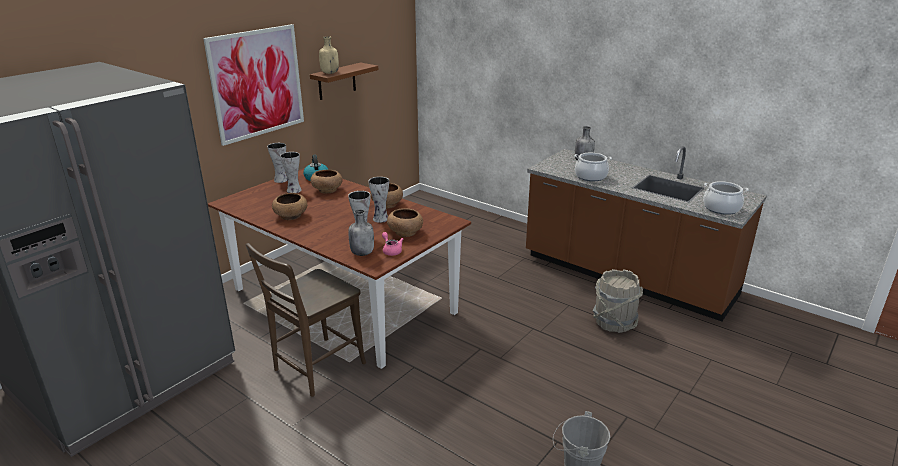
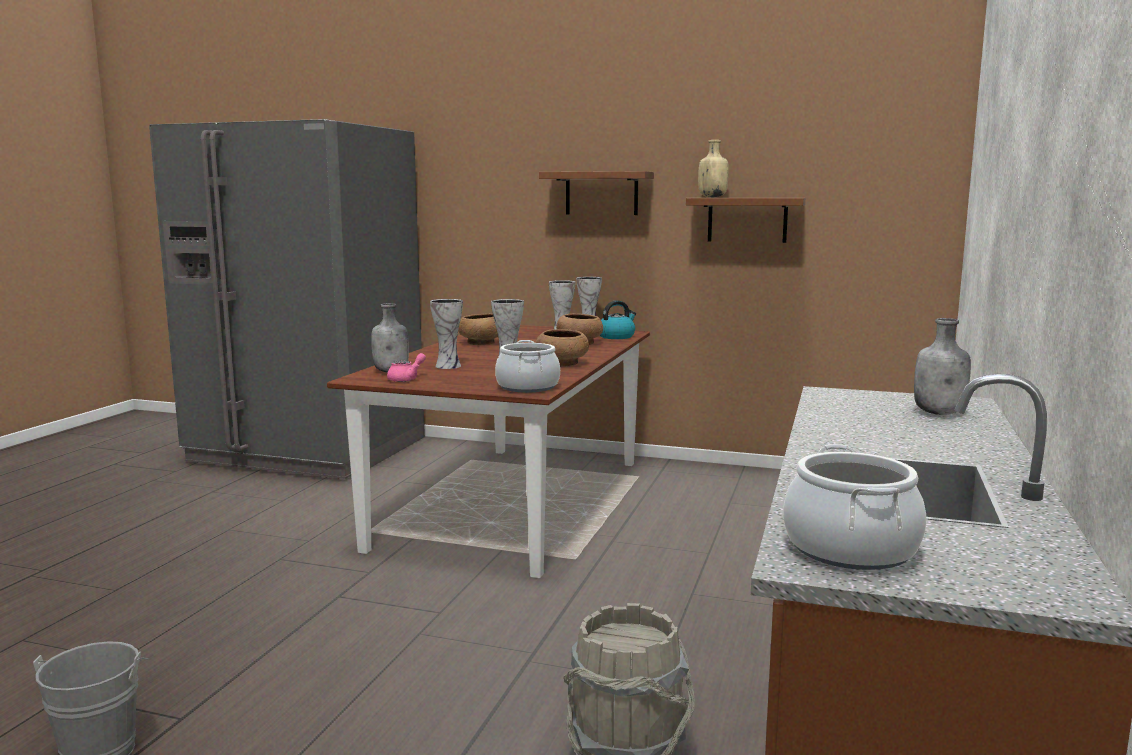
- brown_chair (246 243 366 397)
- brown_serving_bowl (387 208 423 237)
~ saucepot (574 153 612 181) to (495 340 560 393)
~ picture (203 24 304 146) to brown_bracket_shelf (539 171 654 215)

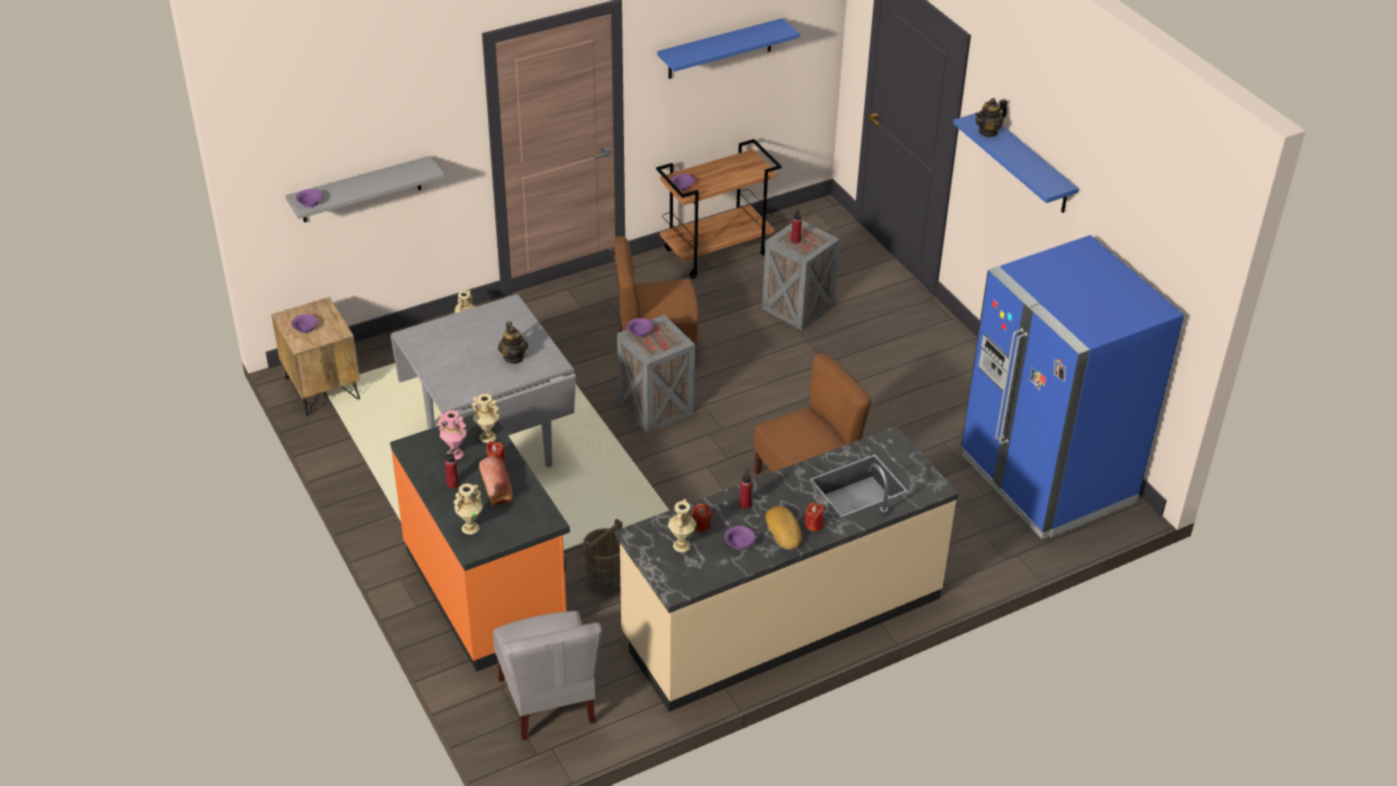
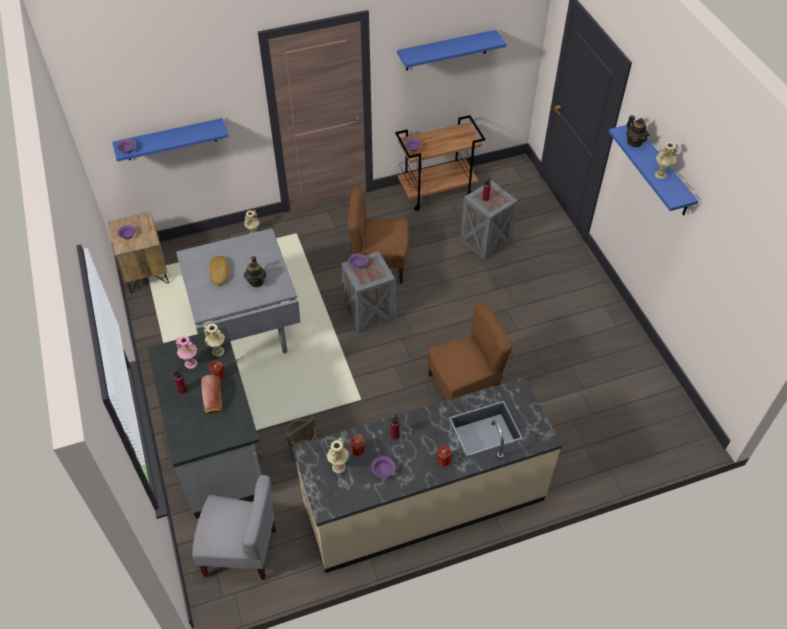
- blue-coloured_fridge (961 235 1184 539)
~ sand-coloured_flower_vase (454 483 483 534) to (655 142 678 179)
~ baked_bread (765 506 802 550) to (210 256 230 285)
~ grey_bracket_shelf (285 156 445 222) to blue-coloured_bracket_shelf (112 118 229 162)
~ orange-coloured_kitchen_base_unit (390 415 570 672) to grey_kitchen_base_unit (148 327 262 519)
~ grey_chair (493 611 602 740) = (192 475 276 580) 75 degrees counterclockwise
~ teapot (975 98 1007 137) = (626 115 650 147) 90 degrees counterclockwise

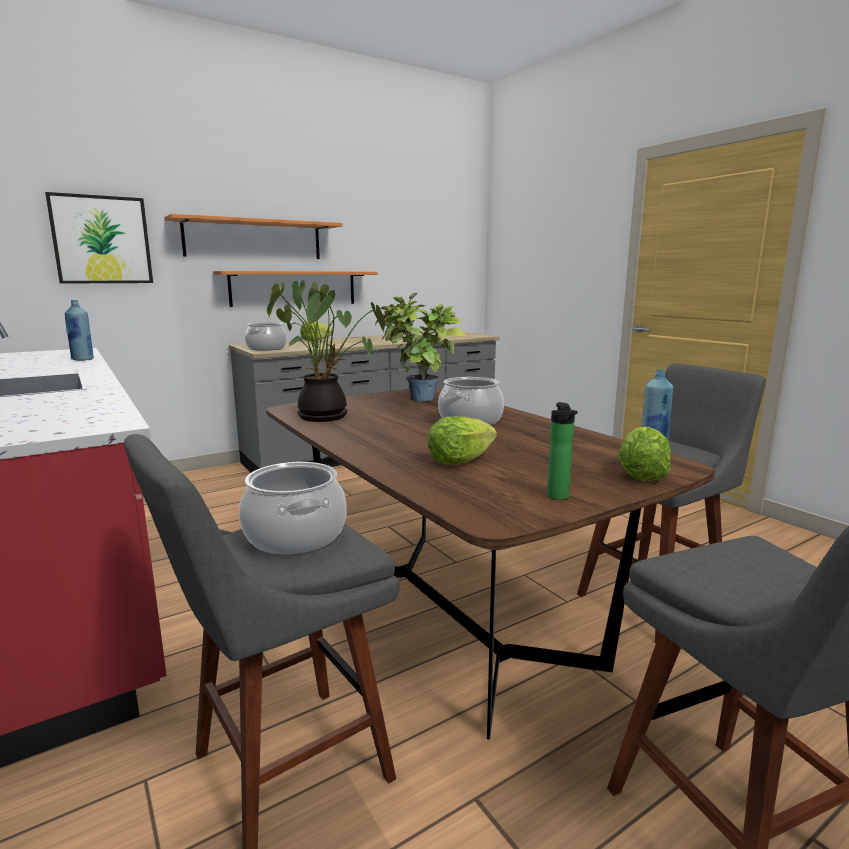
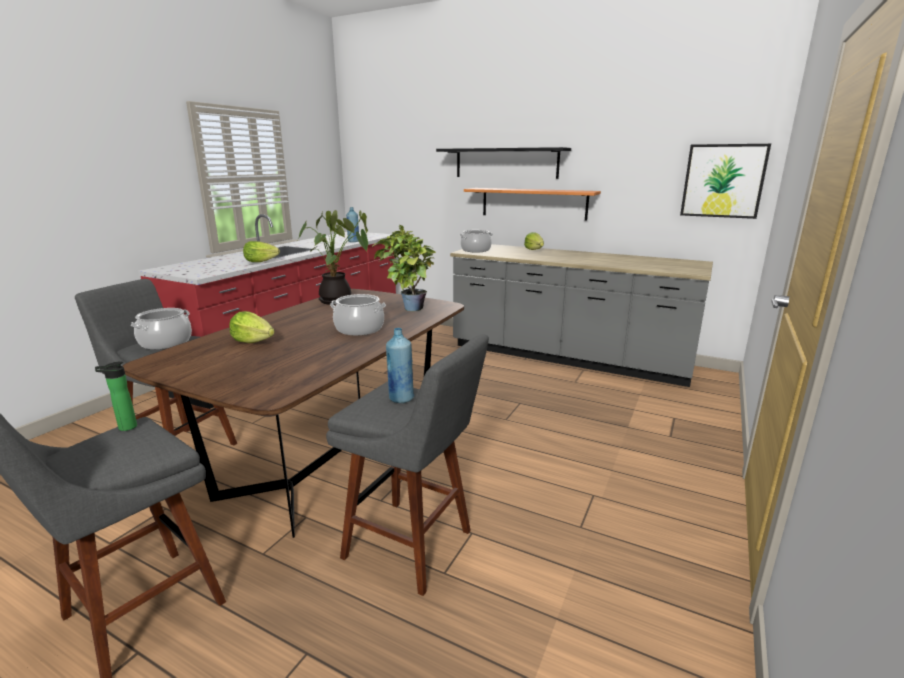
~ picture (45 192 153 284) to (680 144 771 219)
~ drink_bottle (547 402 578 500) to (95 362 137 431)
~ head_of_lettuce (618 427 671 481) to (243 241 280 262)
~ orange-coloured_bracket_shelf (164 214 343 259) to black_bracket_shelf (436 147 571 179)

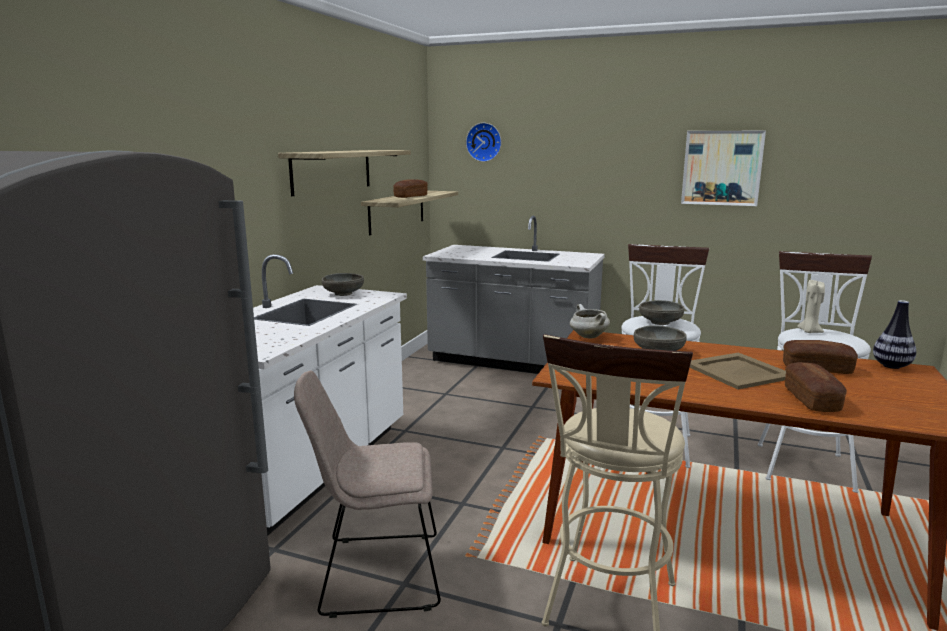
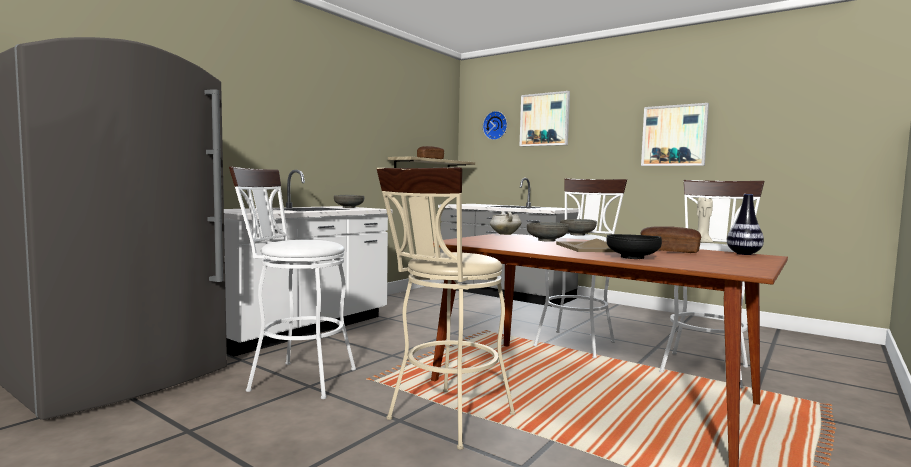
- bracket_shelf (278 150 411 196)
+ picture (520 91 570 147)
~ sand-coloured_chair (294 371 441 618) to whitish_stool (229 166 356 399)
~ baked_bread (785 362 847 412) to black_serving_bowl (607 234 662 259)

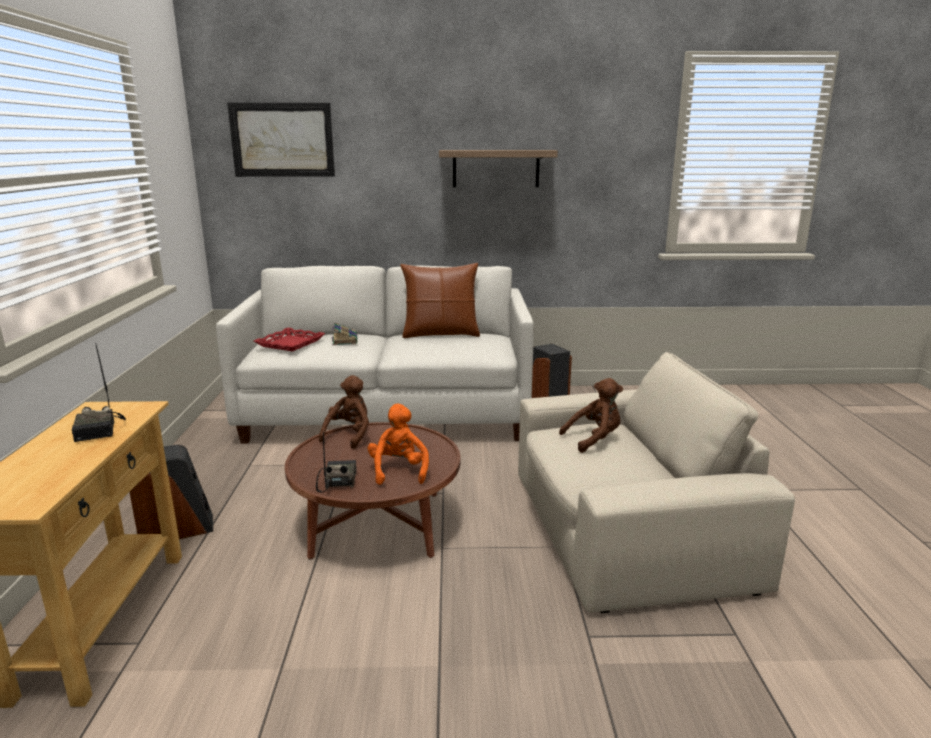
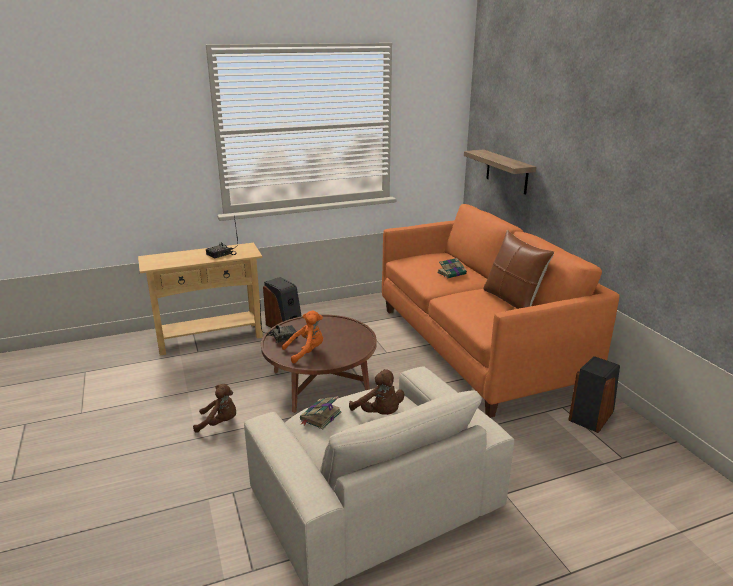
- picture (227 103 335 177)
- reddish_tray (254 328 325 352)
+ bound_book (300 396 341 430)
~ brown_soft_toy (319 375 369 449) to (193 384 236 433)
~ bracket_shelf (439 150 558 187) to (464 150 536 194)
~ whitish_sofa (216 266 534 443) to orange-coloured_sofa (382 204 620 418)

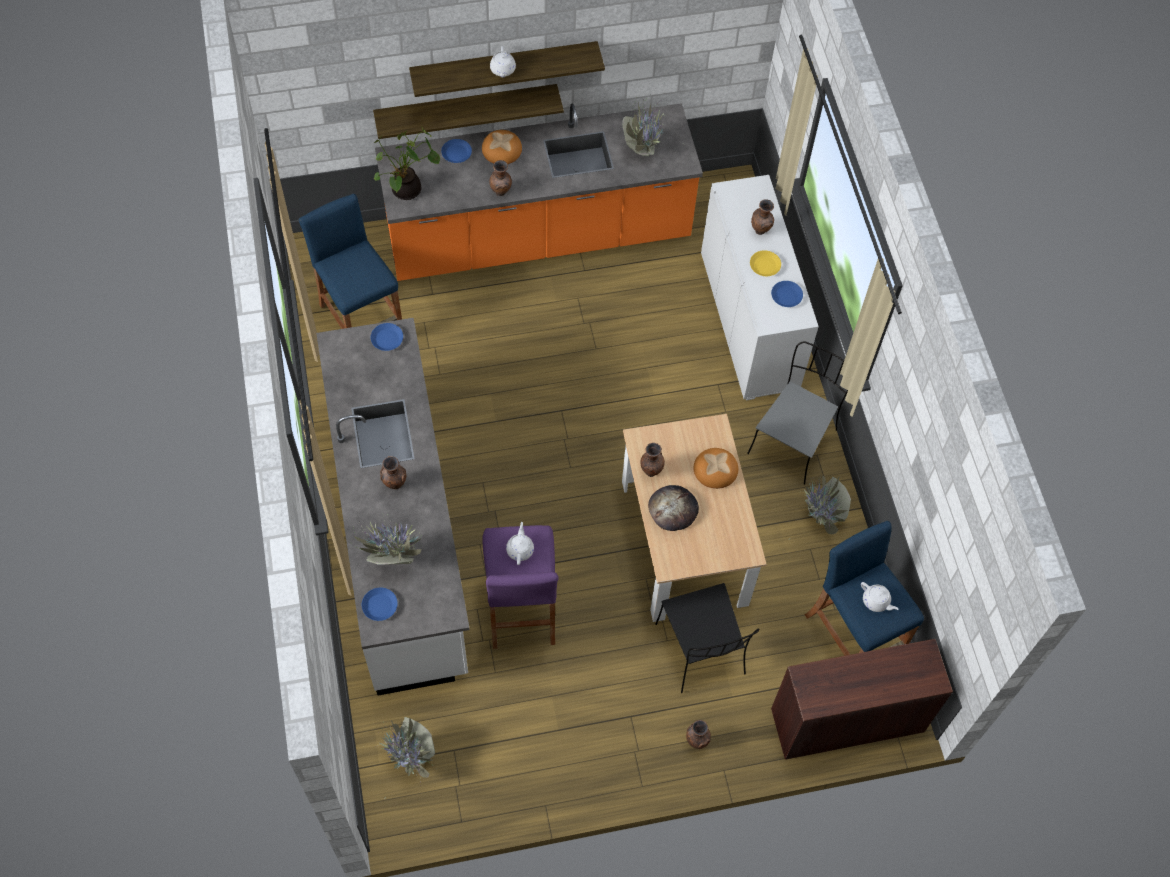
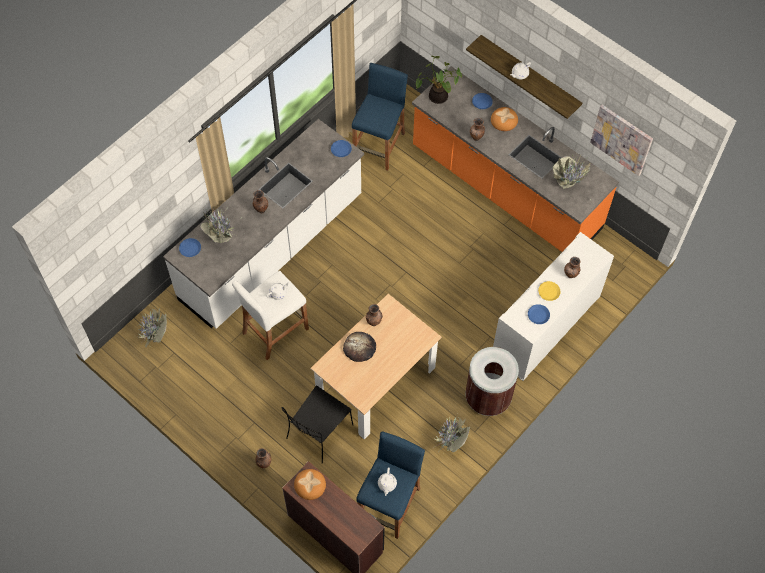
- bracket_shelf (373 84 564 139)
+ picture (590 105 653 176)
~ baked_bread (694 448 738 489) to (294 469 326 500)
~ grey_chair (747 341 848 485) to brown_rubbish_bin (465 347 519 416)
~ purplish_stool (483 525 559 649) to whitish_stool (232 271 309 360)

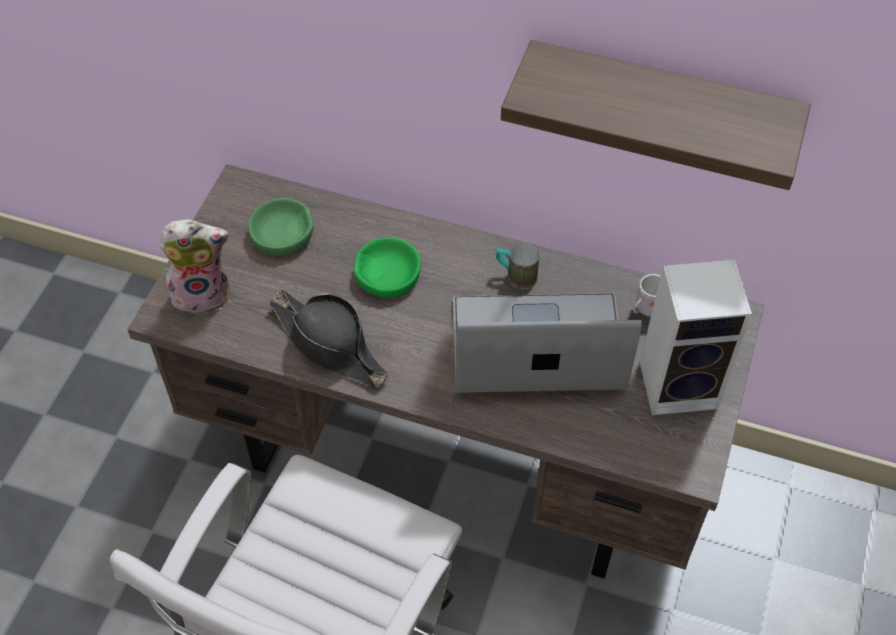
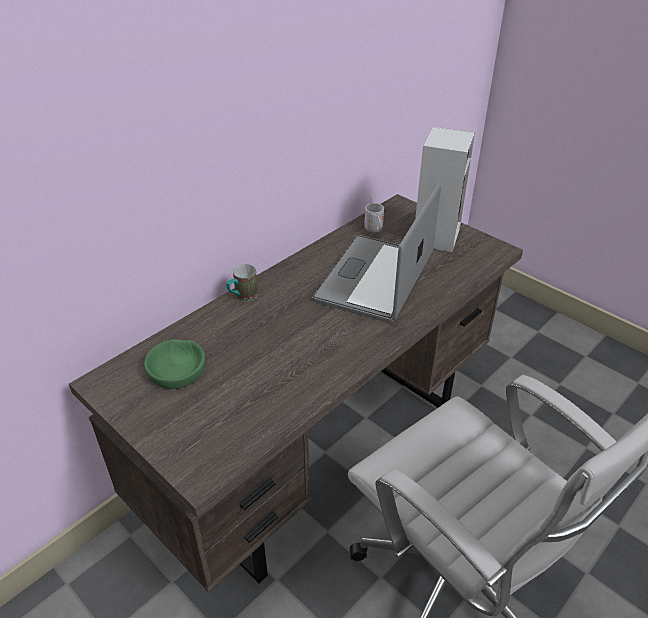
- soft_toy (159 219 230 316)
- black_clothing_hat (269 289 388 387)
- green-coloured_serving_bowl (354 237 421 298)
- bracket_shelf (501 40 811 190)
~ mug (496 243 539 289) to (226 264 258 301)

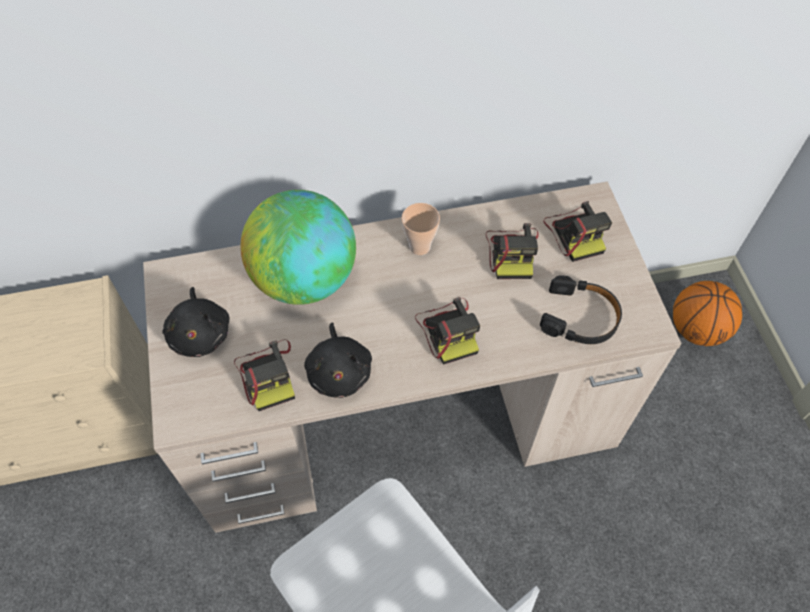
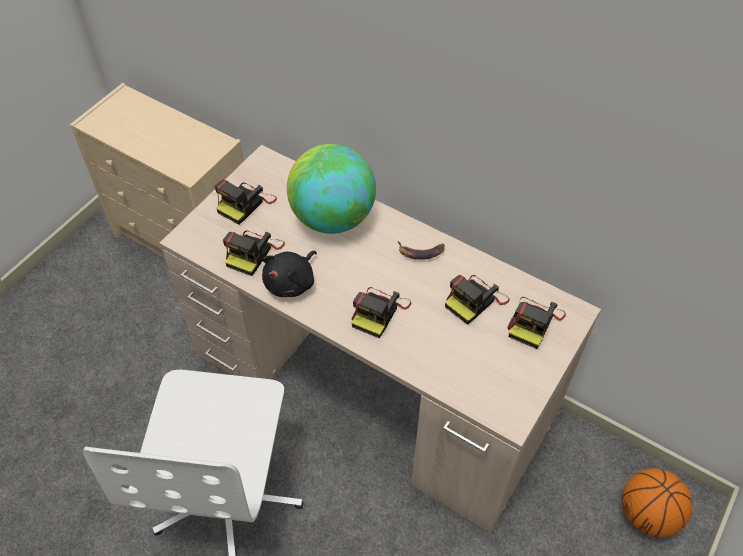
- black_headset (540 275 622 344)
~ black_soft_toy (162 287 230 357) to still_camera (214 180 277 225)
~ drinking_cup (402 203 440 255) to banana (398 241 445 260)

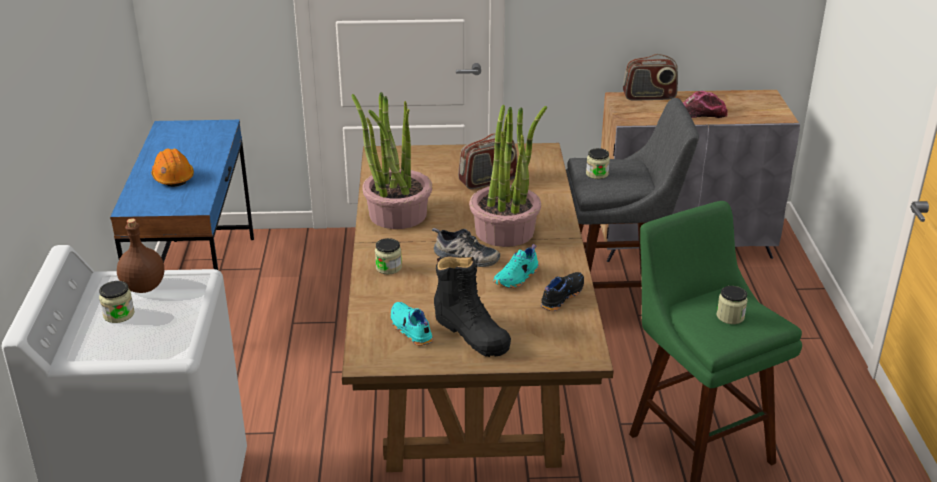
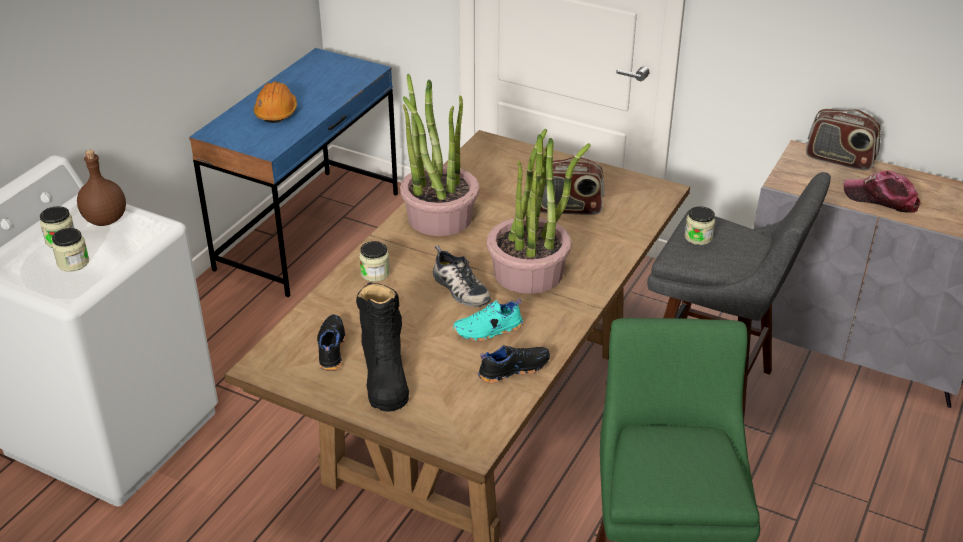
~ jar (716 286 748 324) to (52 228 89 272)
~ turquoise-coloured_item_of_footwear (391 302 433 346) to black_item_of_footwear (317 315 345 371)

